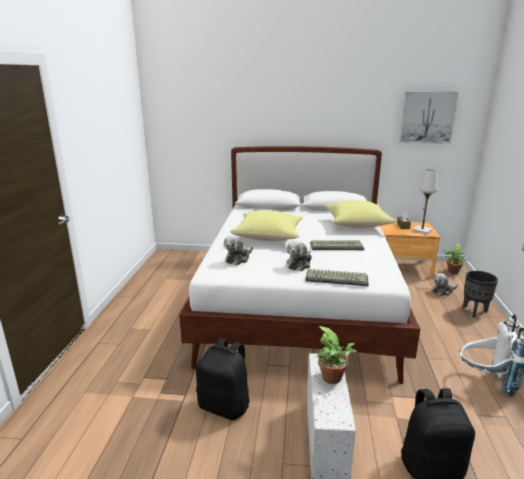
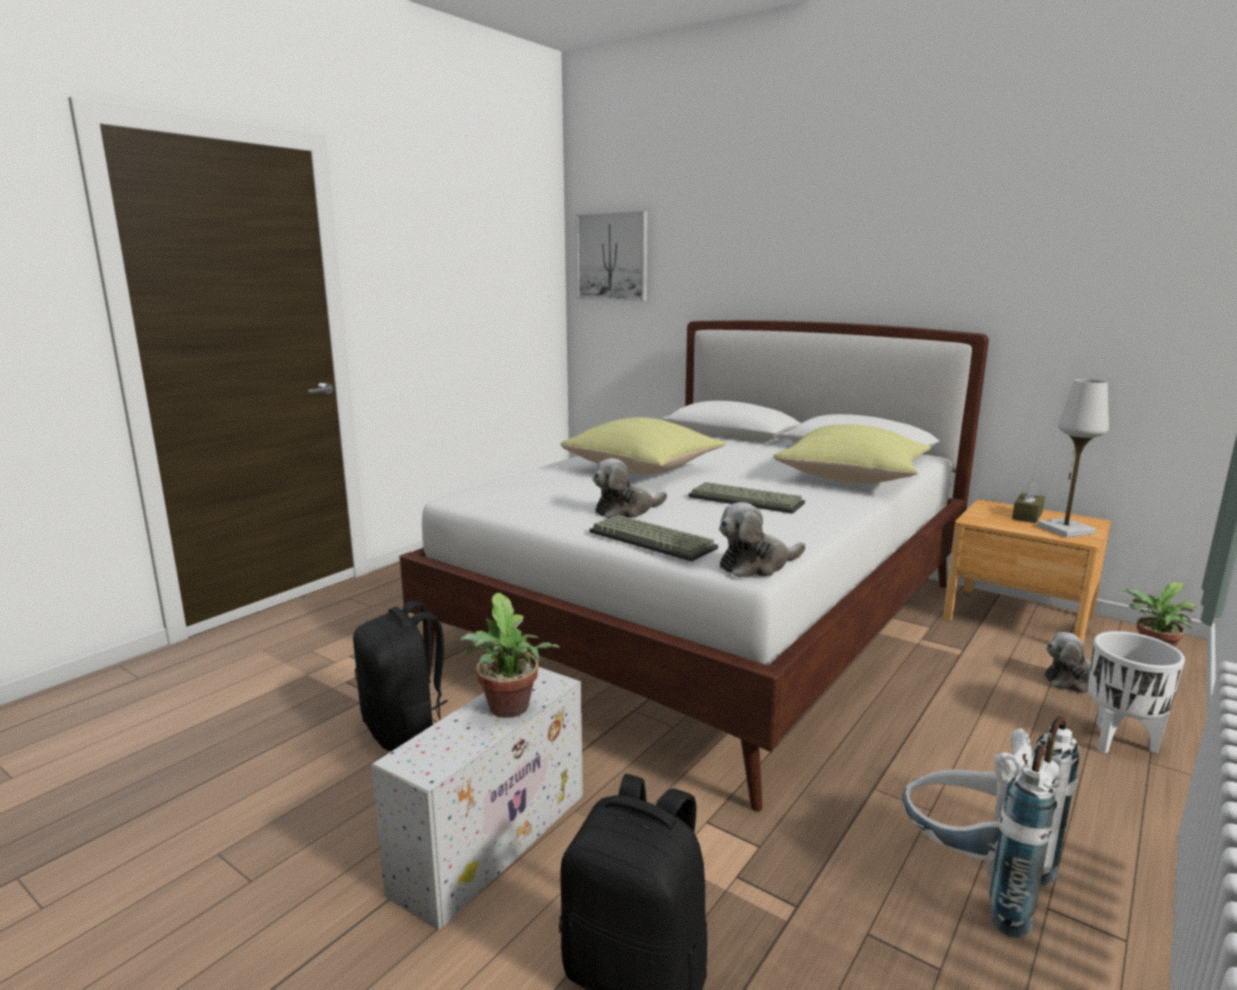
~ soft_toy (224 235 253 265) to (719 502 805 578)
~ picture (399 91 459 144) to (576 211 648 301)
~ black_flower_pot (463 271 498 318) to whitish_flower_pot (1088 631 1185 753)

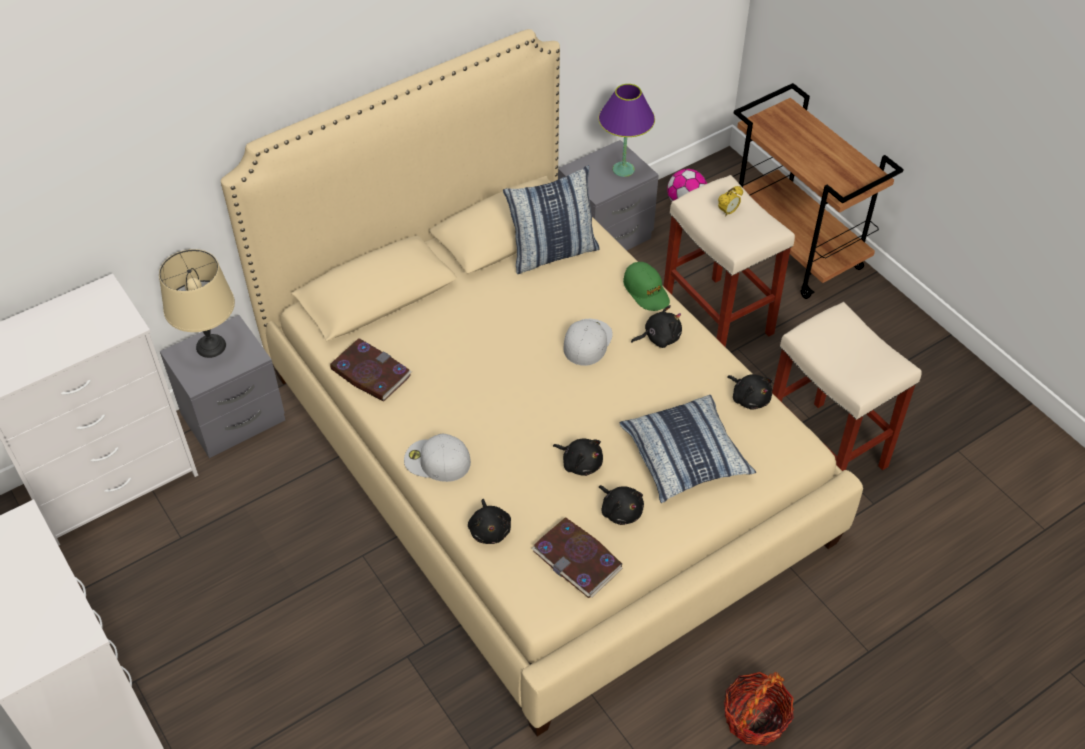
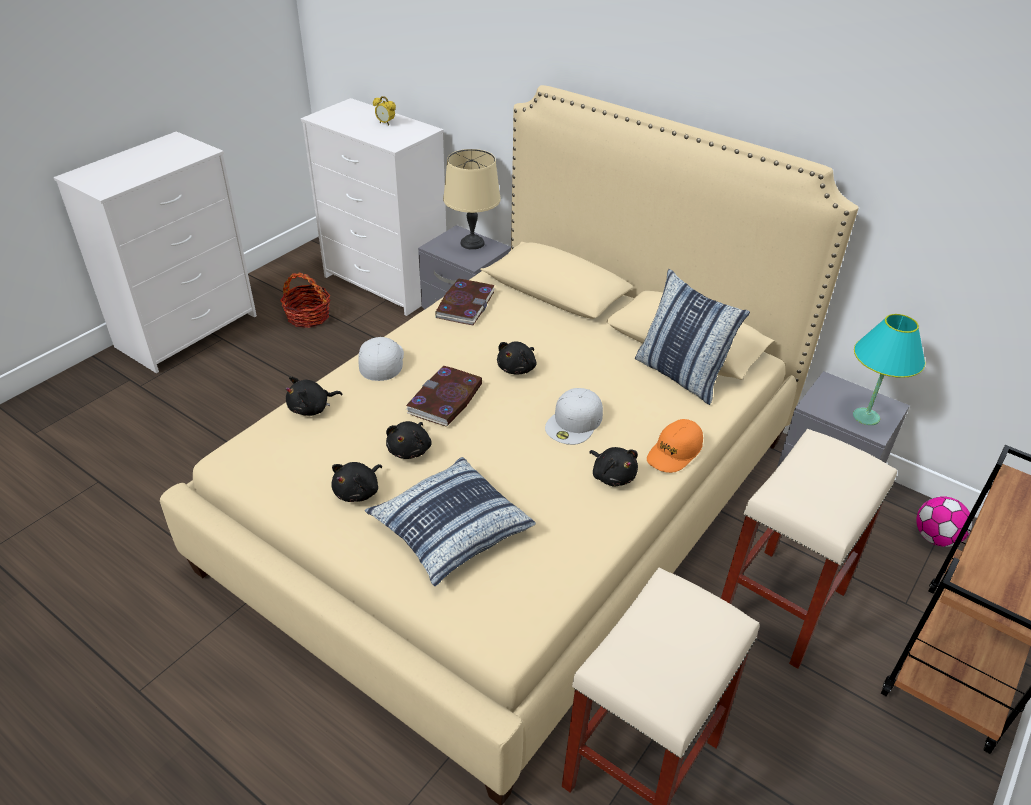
~ bound_book (531 517 623 598) to (406 366 482 427)
~ alarm_clock (718 186 743 217) to (373 96 396 125)
~ basket (724 672 794 746) to (280 272 331 328)
~ black_soft_toy (728 374 772 410) to (497 342 537 374)
~ purplish_table_lamp (598 84 655 177) to turquoise-coloured_table_lamp (853 314 926 425)
~ green-coloured_cap (623 262 670 311) to orange-coloured_cap (647 419 703 473)
~ whitish_cap (564 319 613 366) = (545 388 603 445) 120 degrees clockwise

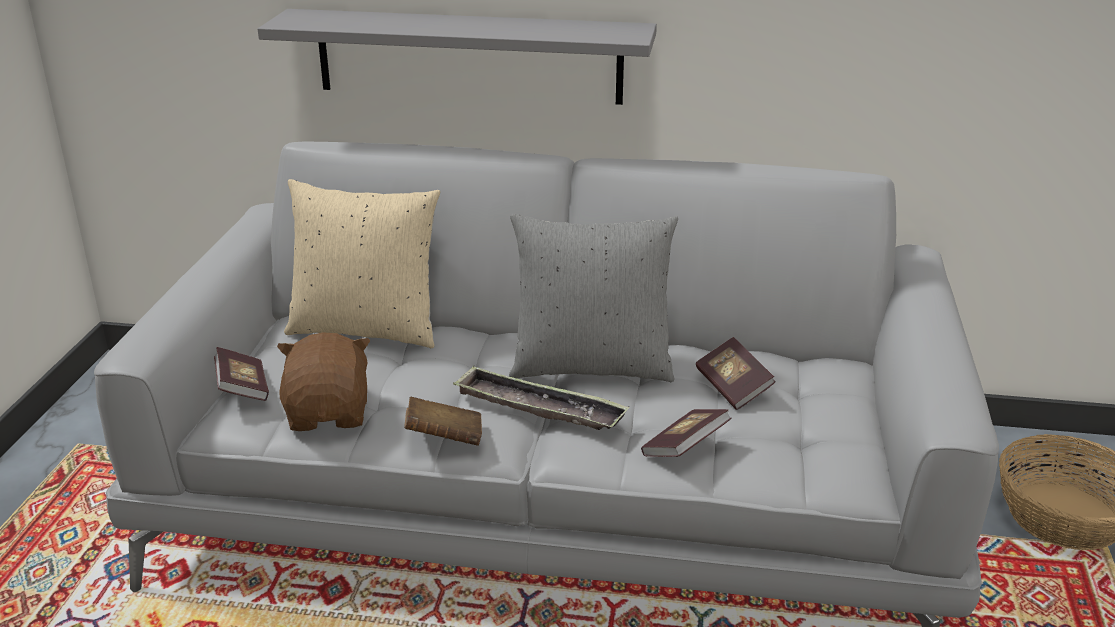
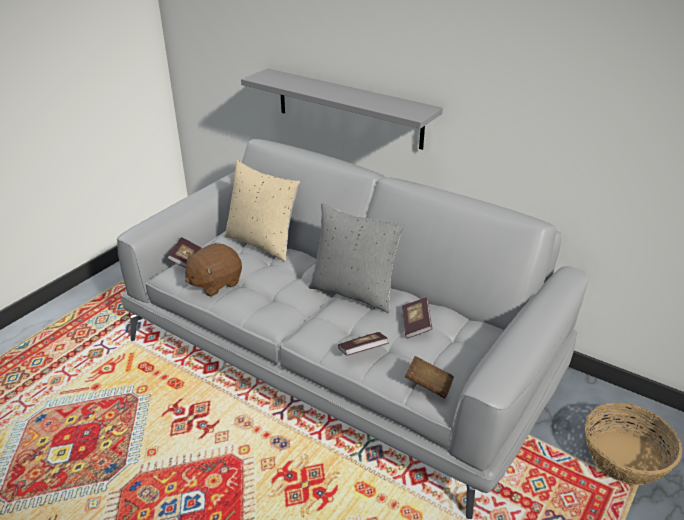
- tray (453 366 630 430)
~ brown_bound_book (404 397 482 446) to (405 356 454 398)
~ brown_soft_toy (277 332 370 431) = (185 243 242 297) 150 degrees counterclockwise

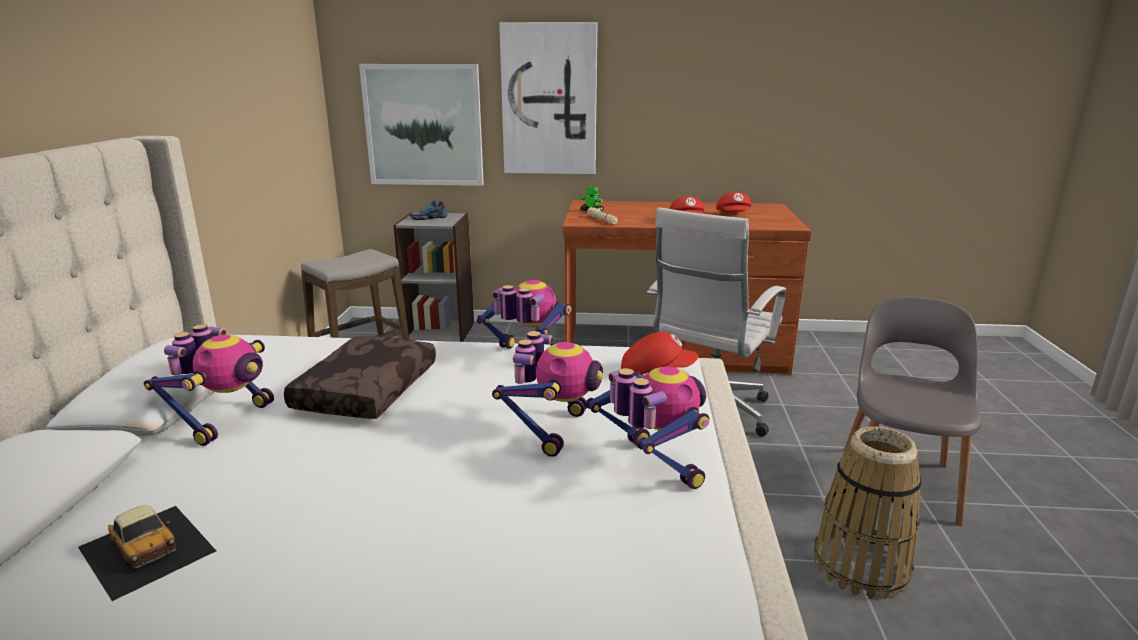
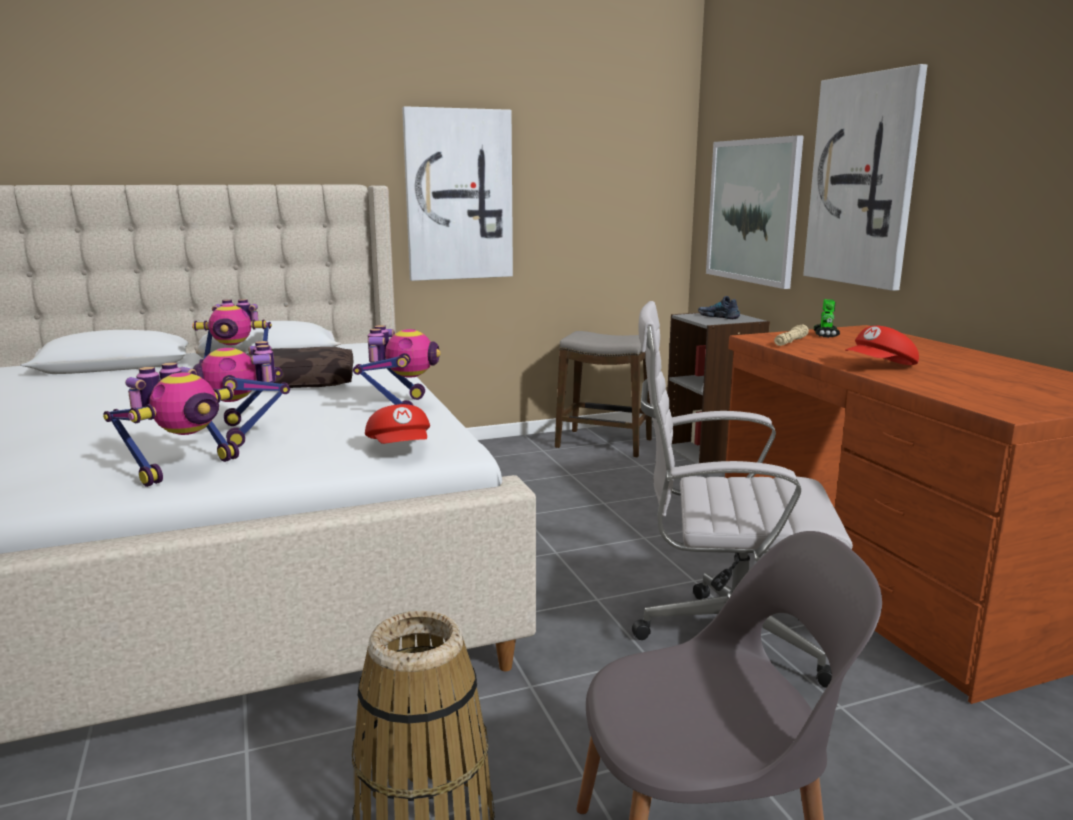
- model_car (78 505 216 601)
- reddish_cap (716 192 752 213)
+ picture (402 106 513 281)
~ toy_robot (492 331 603 457) = (193 341 290 447) 75 degrees clockwise

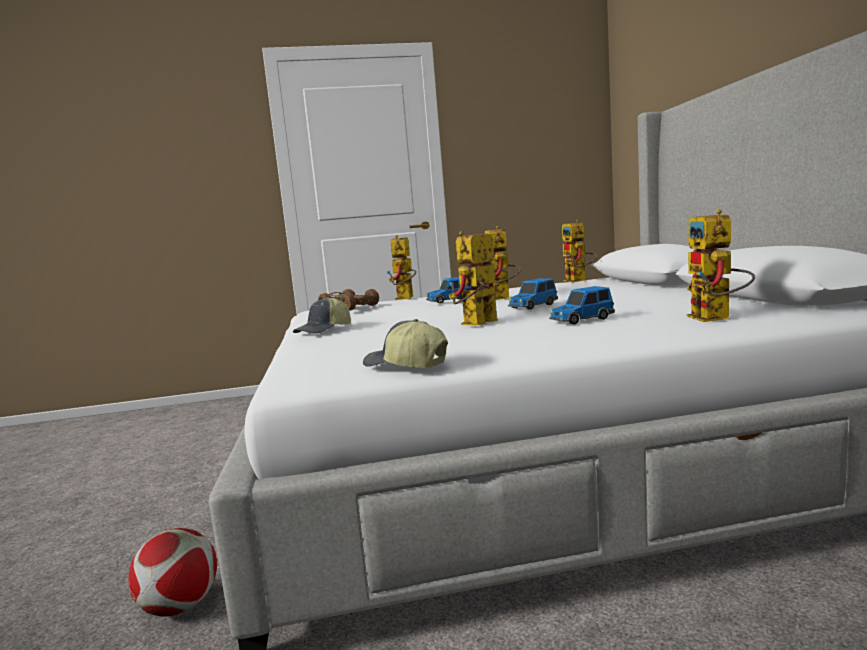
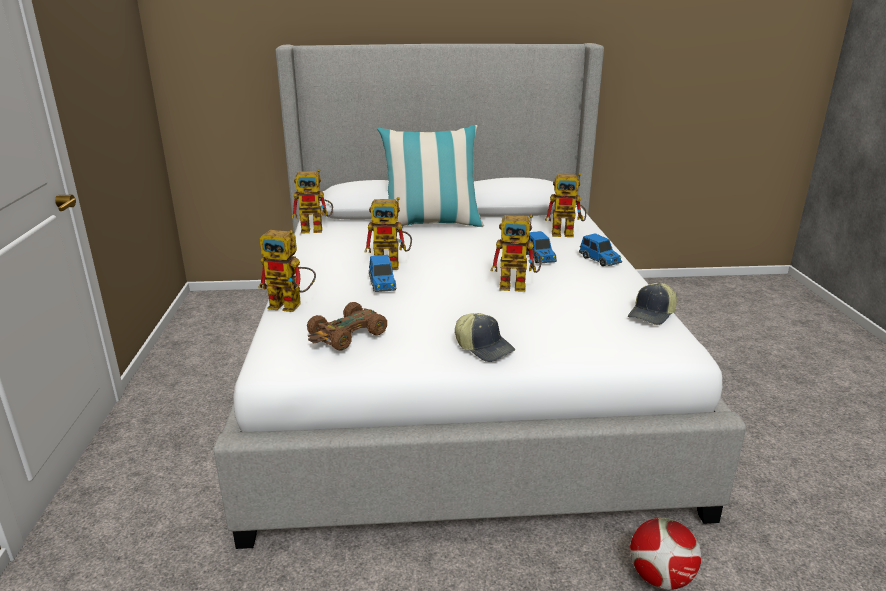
+ cushion (377 125 484 227)
~ model_car (508 278 558 310) to (579 233 622 266)
~ toy_robot (449 231 498 325) = (491 214 542 292) 45 degrees counterclockwise

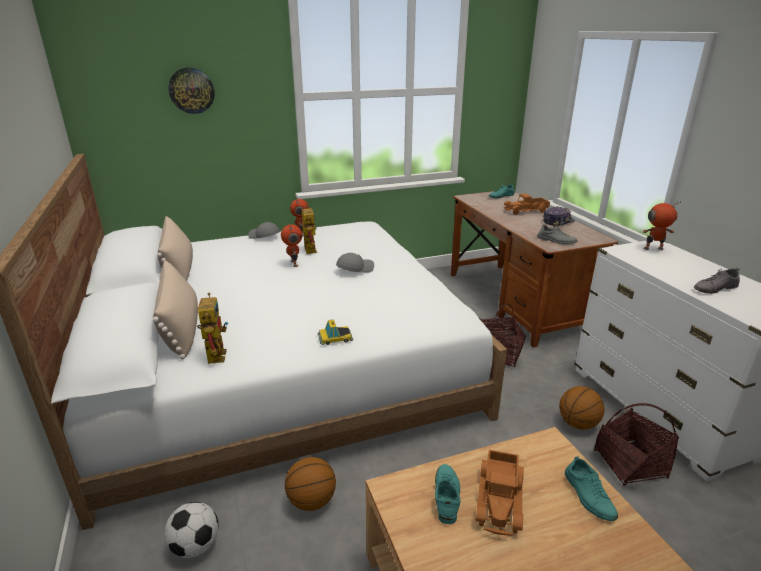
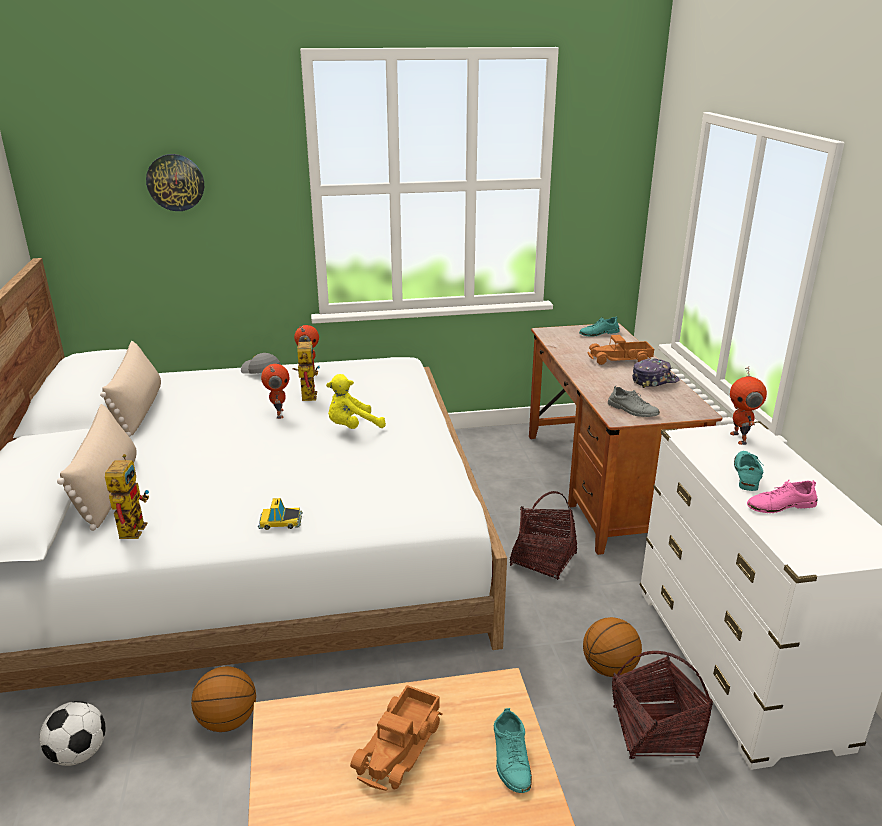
~ turquoise-coloured_item_of_footwear (435 464 461 524) to (734 451 764 491)
~ grey_cap (336 253 374 272) to yellow-coloured_soft_toy (326 374 386 429)
~ grey_item_of_footwear (694 268 740 294) to pinkish_item_of_footwear (747 480 818 513)
~ toy_robot (643 201 681 250) = (730 367 767 445) 105 degrees counterclockwise

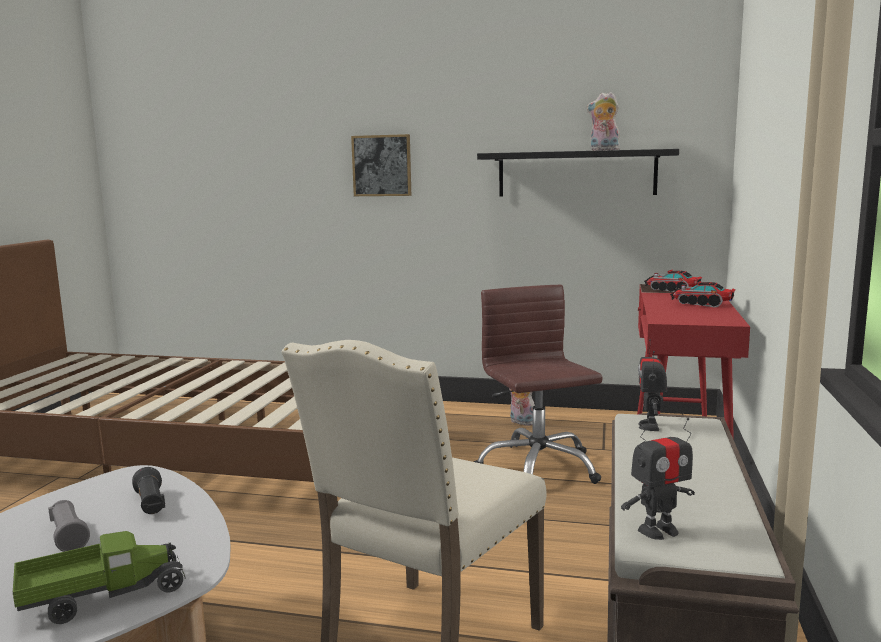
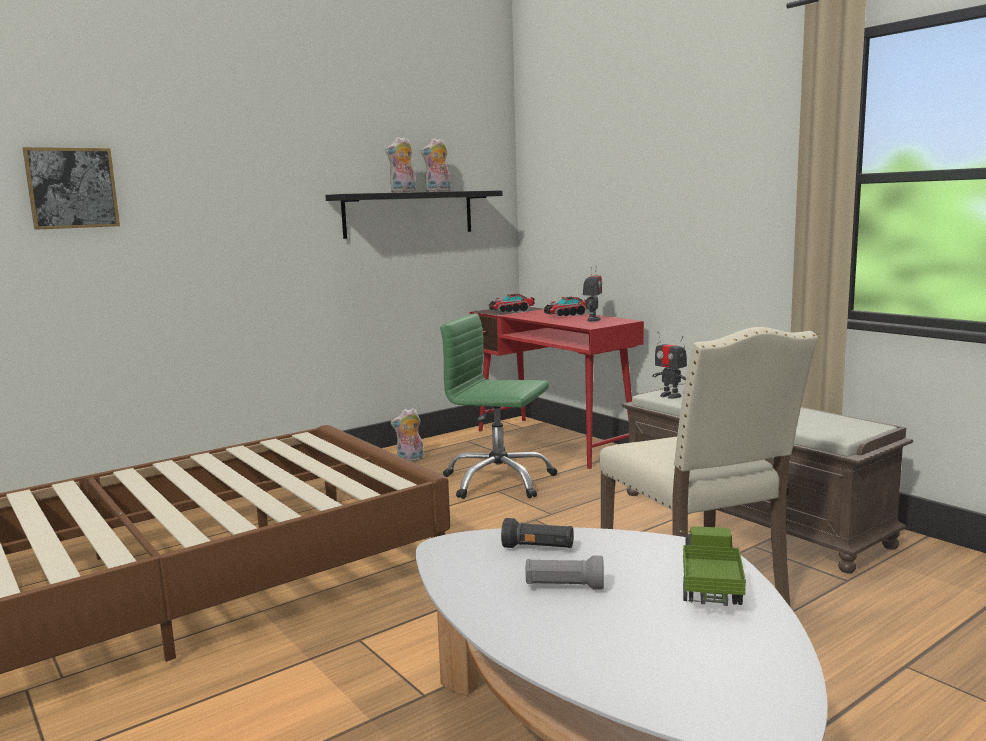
+ soft_toy (385 137 416 193)
~ picture (351 134 411 196) to (23 147 120 230)
~ toy_robot (621 418 695 540) to (583 266 602 321)
~ brown_desk_chair (474 285 603 484) to green-coloured_desk_chair (440 313 557 499)

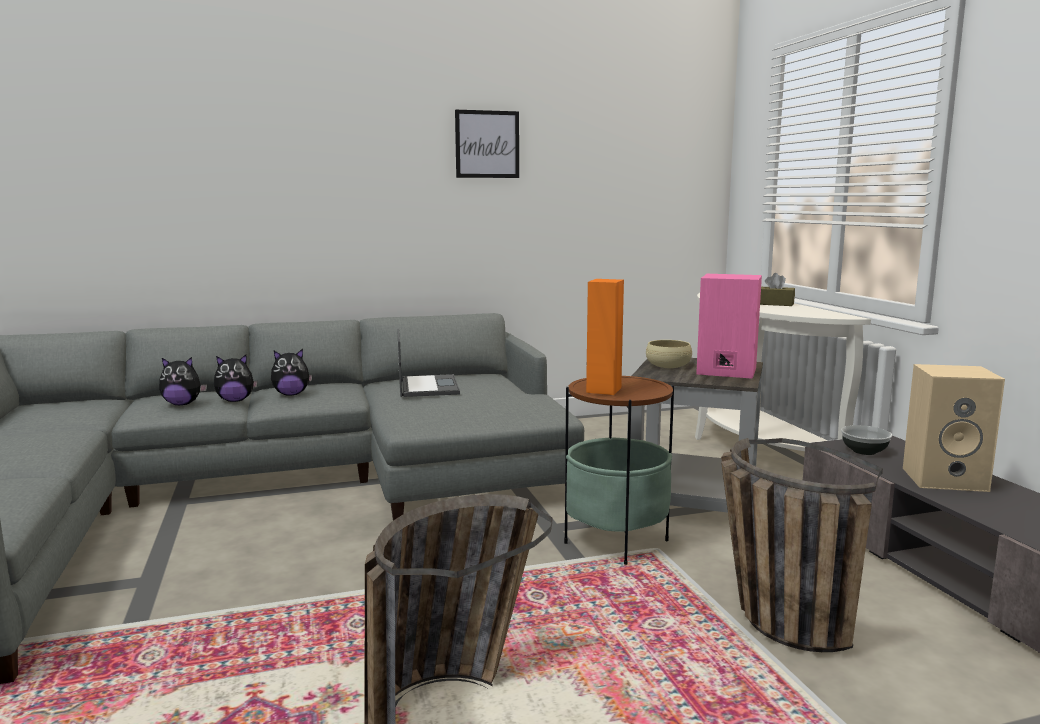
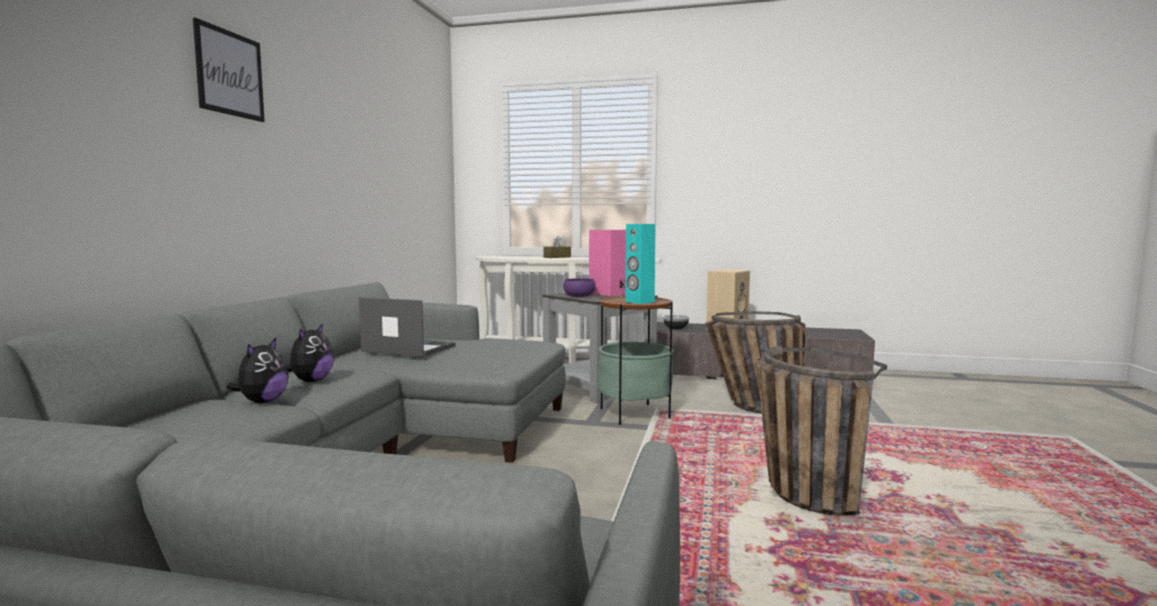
- soft_toy (159 357 207 405)
~ picture (455 110 519 178) to (193 18 265 122)
~ orange-coloured_loudspeaker (586 279 624 395) to turquoise-coloured_loudspeaker (625 224 655 304)
~ sand-coloured_serving_bowl (646 340 692 368) to purplish_serving_bowl (563 278 596 297)

